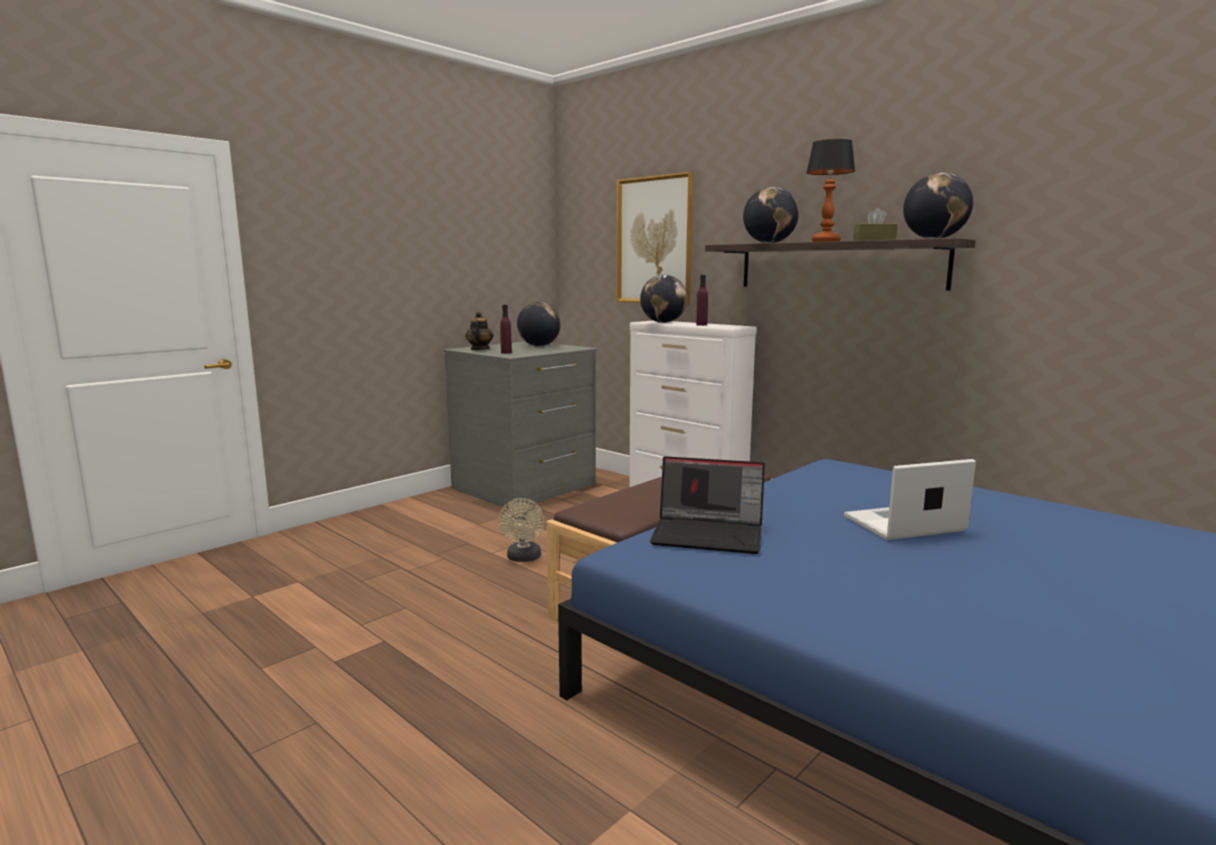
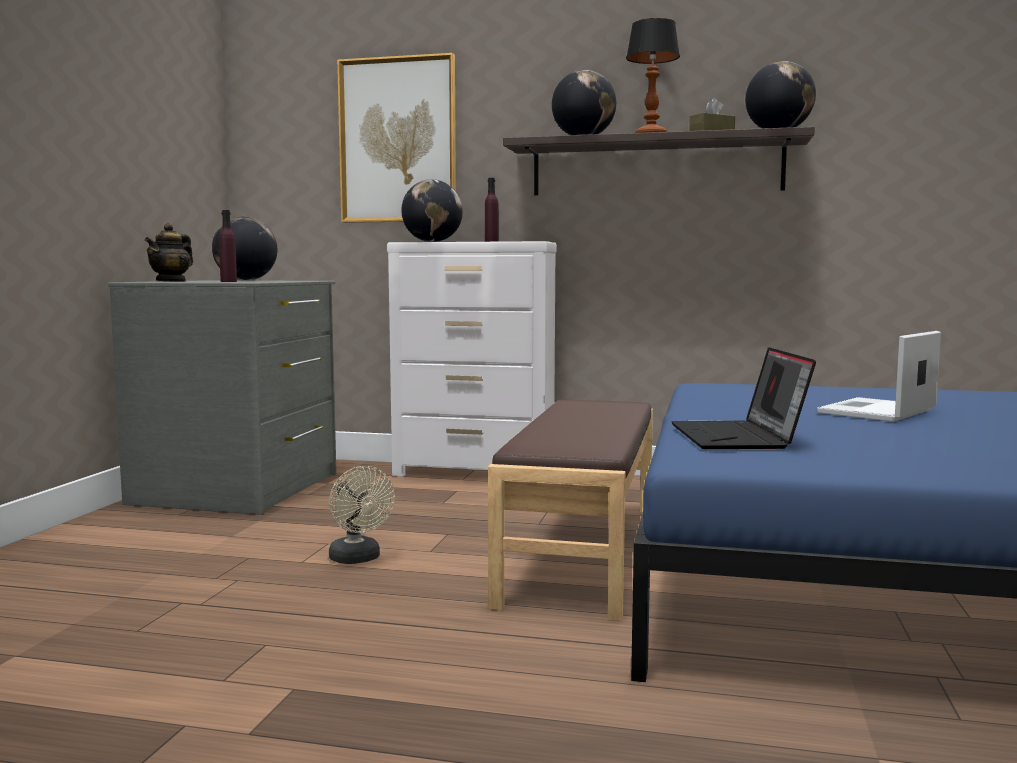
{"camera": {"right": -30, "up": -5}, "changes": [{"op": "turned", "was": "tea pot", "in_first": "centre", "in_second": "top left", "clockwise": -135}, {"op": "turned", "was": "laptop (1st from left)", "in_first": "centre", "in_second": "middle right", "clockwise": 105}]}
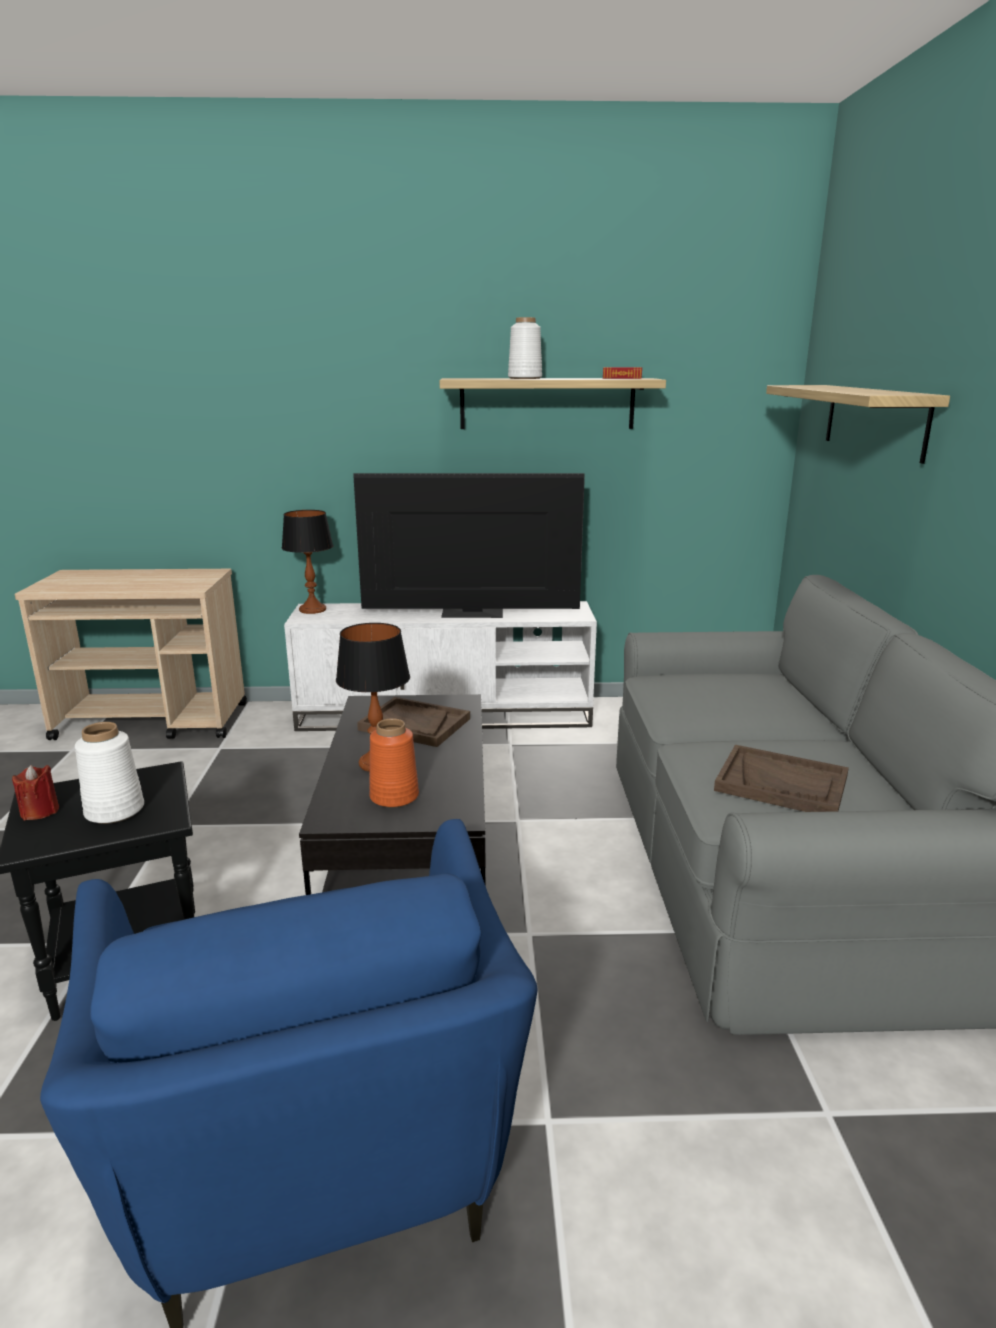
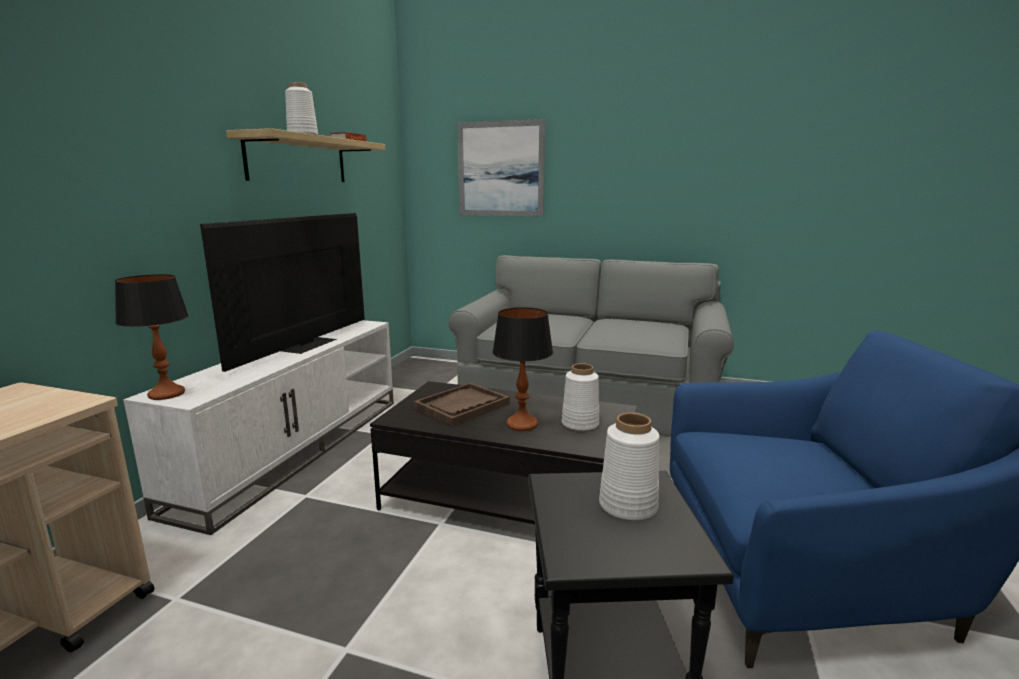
{"camera": {"right": -70, "up": -5}, "changes": [{"op": "replaced", "was": "wall shelf (2nd from left)", "now": "wall art", "in_first": "top right", "in_second": "top centre"}, {"op": "recoloured", "was": "orange vase", "now": "whitish vase (2nd from left)", "in_first": "centre", "in_second": "centre"}, {"op": "removed", "was": "red wax candle", "in_first": "middle left"}, {"op": "removed", "was": "brown carrying tray (2nd from left)", "in_first": "middle right"}]}
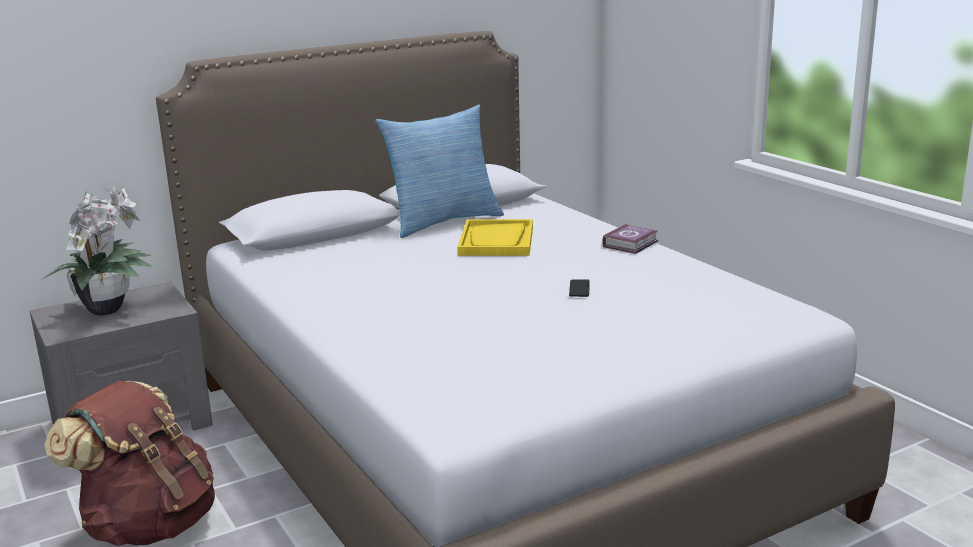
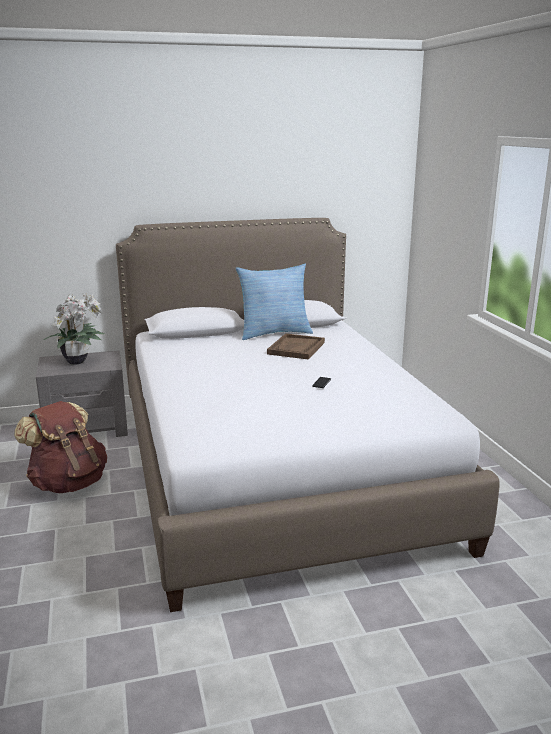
{"camera": {"right": 15, "up": 0}, "changes": [{"op": "recoloured", "was": "yellow carrying tray", "now": "brown carrying tray", "in_first": "centre", "in_second": "centre"}, {"op": "removed", "was": "bound book", "in_first": "centre"}]}
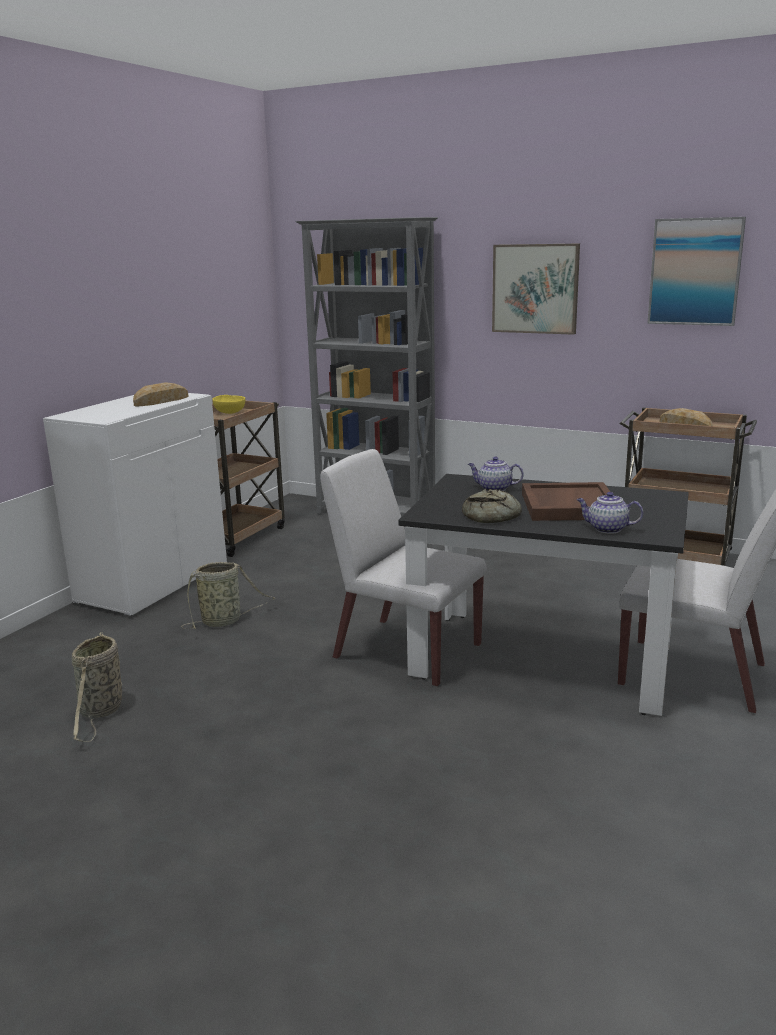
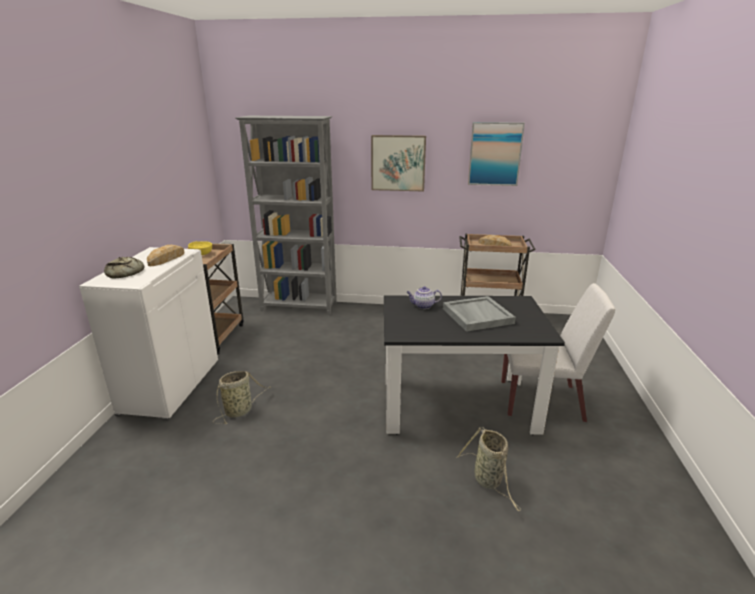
{"camera": {"right": -20, "up": 5}, "changes": [{"op": "moved", "was": "bread (2nd from left in the first image)", "now": "bread (1st from left)", "in_first": "centre", "in_second": "middle left"}, {"op": "recoloured", "was": "brown carrying tray", "now": "greyish carrying tray", "in_first": "middle right", "in_second": "centre"}, {"op": "moved", "was": "household basket (1st from left in the first image)", "now": "household basket (2nd from left)", "in_first": "middle left", "in_second": "bottom centre"}, {"op": "removed", "was": "whitish plain chair (1st from left)", "in_first": "centre"}, {"op": "removed", "was": "tea pot (2nd from left)", "in_first": "middle right"}]}
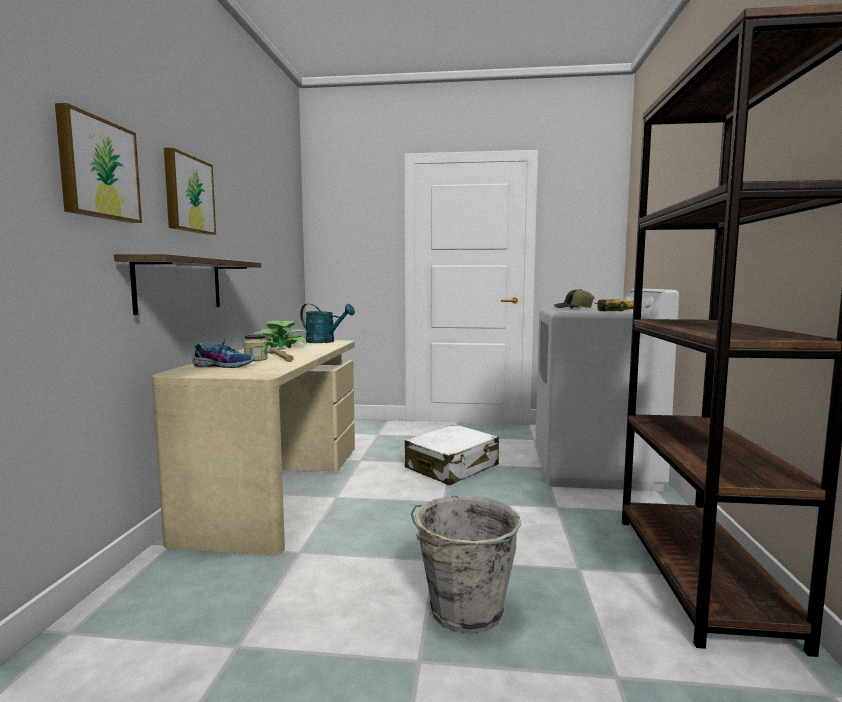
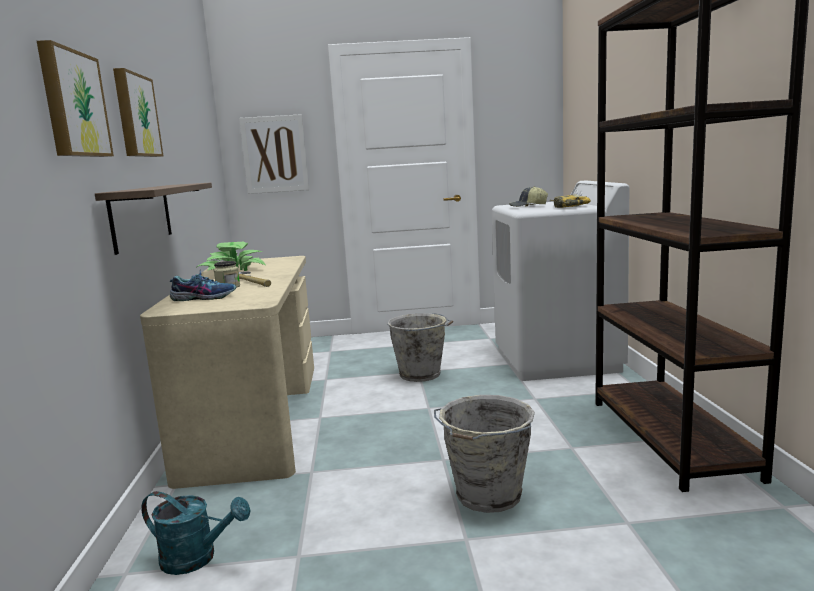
{"camera": {"right": -10, "up": 5}, "changes": [{"op": "moved", "was": "turquoise-coloured watering can", "in_first": "centre", "in_second": "bottom left"}, {"op": "added", "now": "wall art (3rd from left)", "in_second": "top centre"}, {"op": "replaced", "was": "whitish travel case", "now": "greyish water bucket (1st from left)", "in_first": "centre", "in_second": "centre"}]}
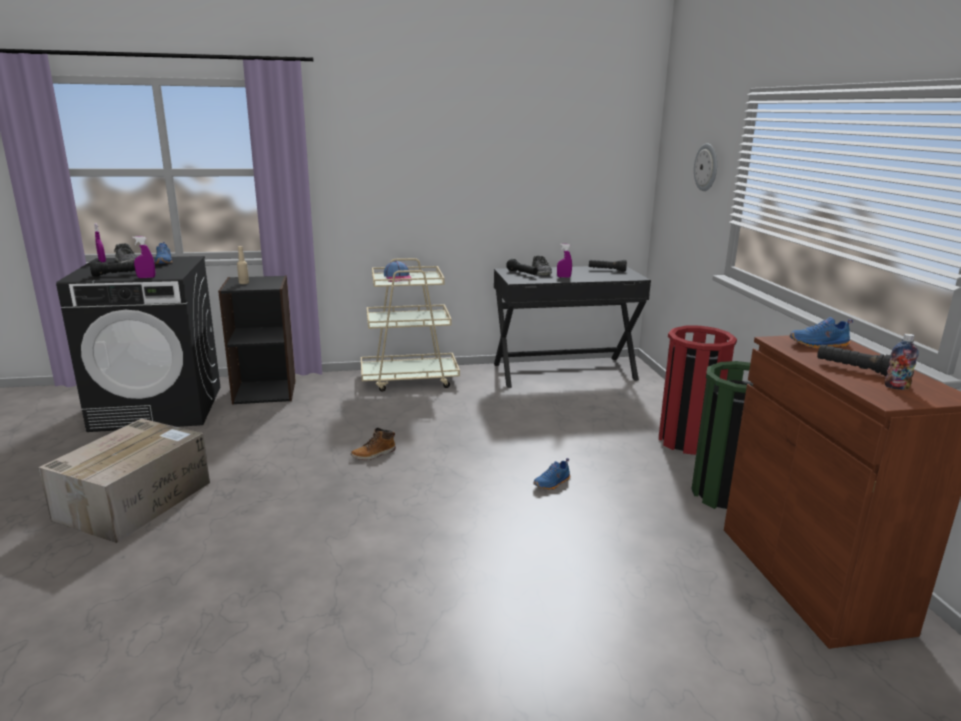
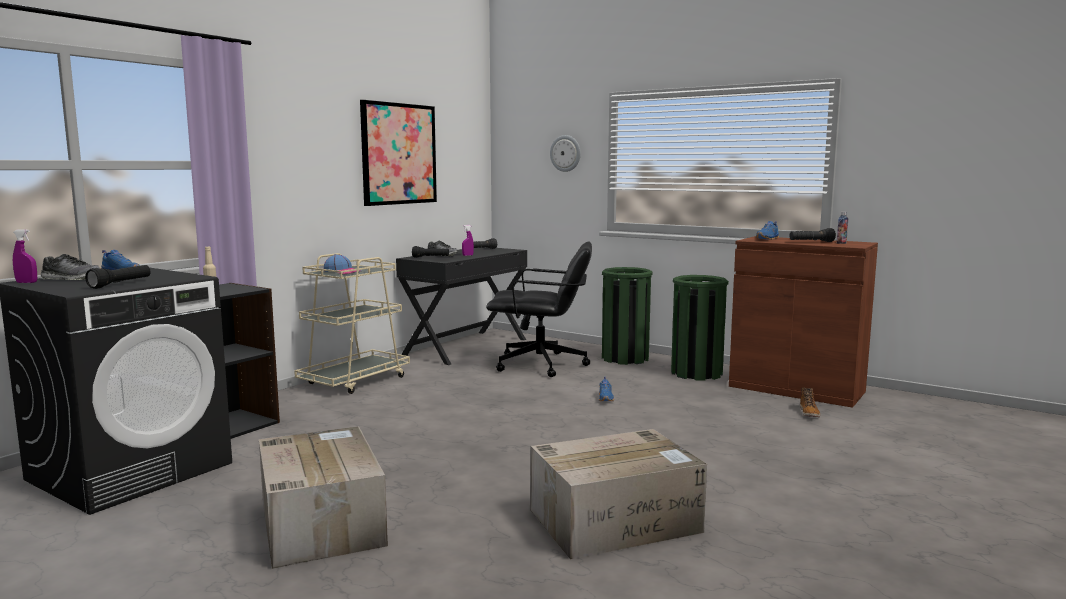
{"camera": {"right": -45, "up": -10}, "changes": [{"op": "added", "now": "wall art", "in_second": "top centre"}, {"op": "added", "now": "blackish office chair", "in_second": "centre"}, {"op": "added", "now": "carton (2nd from left)", "in_second": "bottom centre"}, {"op": "recoloured", "was": "red trash can", "now": "greenish trash can (1st from left)", "in_first": "middle right", "in_second": "centre"}, {"op": "moved", "was": "tall boot", "in_first": "centre", "in_second": "bottom right"}, {"op": "removed", "was": "purple-coloured hand sprayer (2nd from left)", "in_first": "middle left"}]}
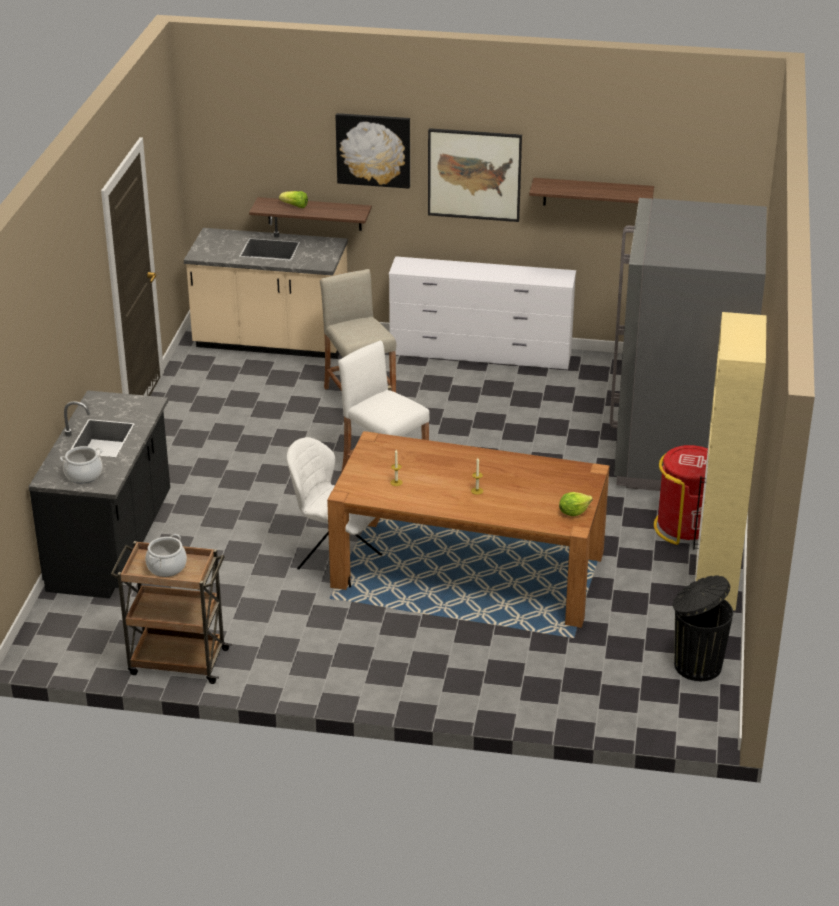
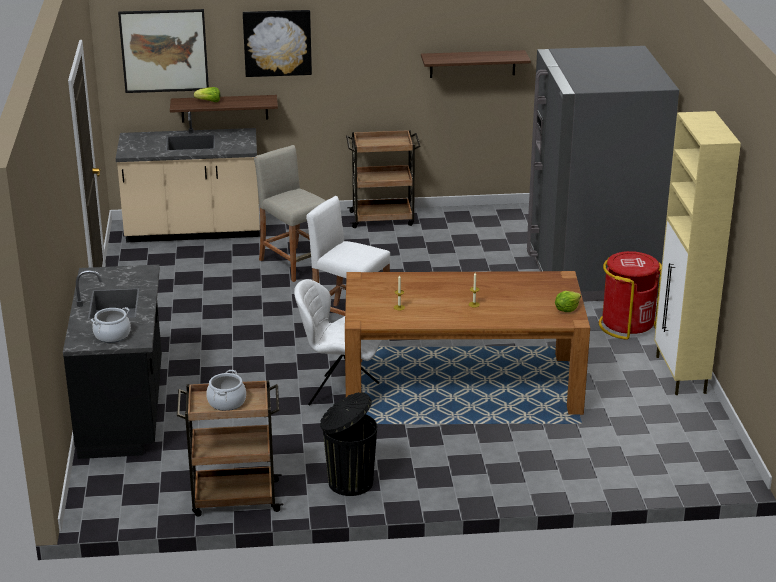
{"camera": {"right": -15, "up": -5}, "changes": [{"op": "moved", "was": "wall art (2nd from left in the first image)", "now": "wall art (1st from left)", "in_first": "top centre", "in_second": "top left"}, {"op": "moved", "was": "blackish trash can", "in_first": "bottom right", "in_second": "bottom centre"}, {"op": "replaced", "was": "whitish chest of drawers", "now": "brown trolley (2nd from left)", "in_first": "centre", "in_second": "top centre"}]}
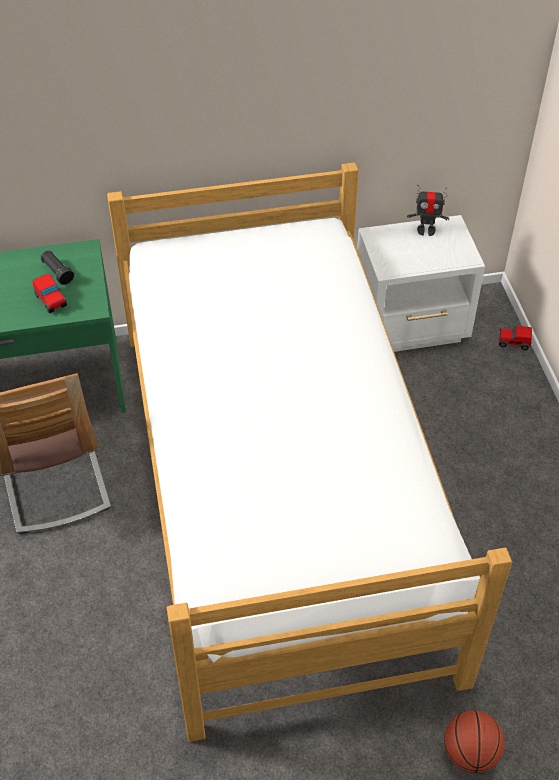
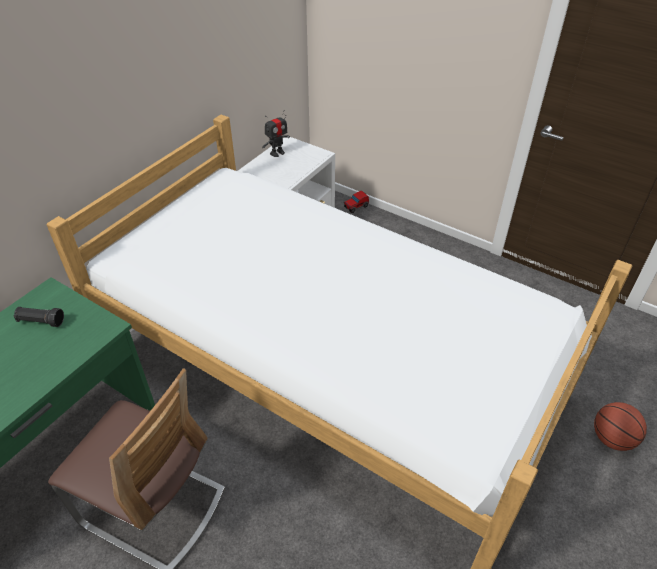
{"camera": {"right": -45, "up": -5}, "changes": [{"op": "removed", "was": "miniature car (1st from left)", "in_first": "middle left"}]}
